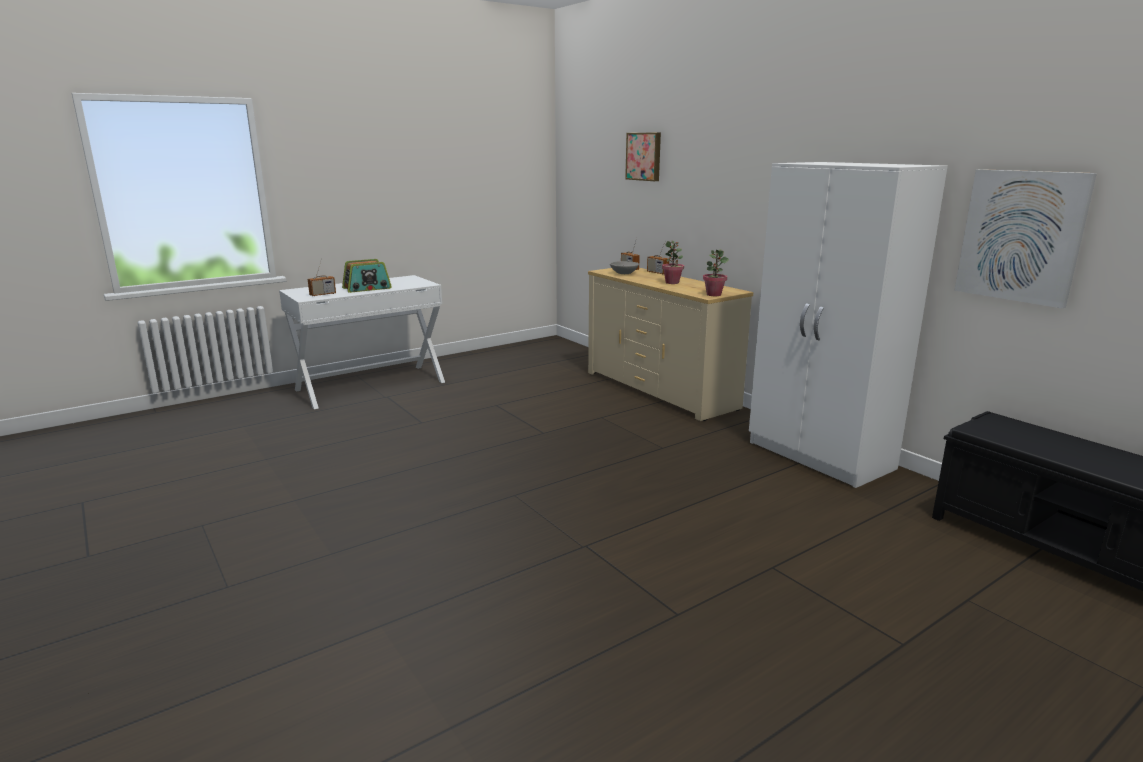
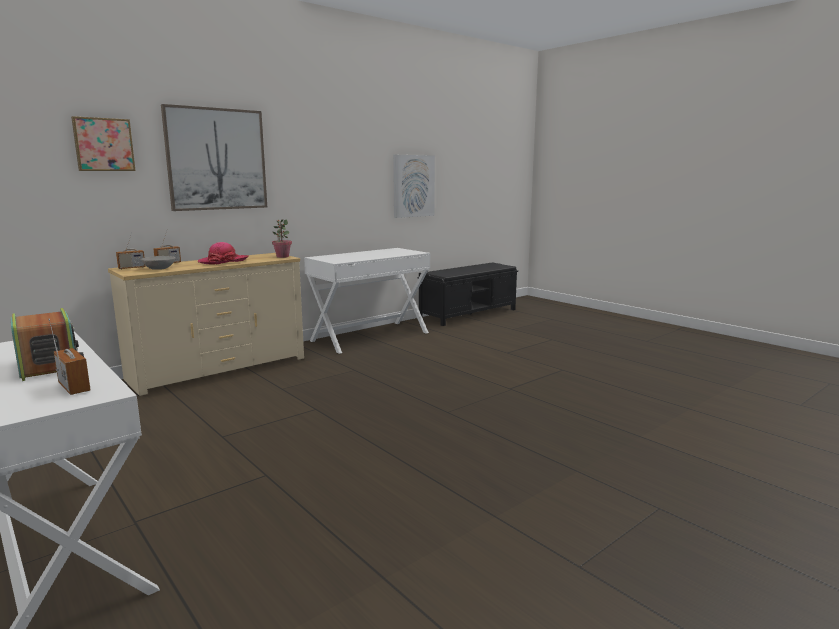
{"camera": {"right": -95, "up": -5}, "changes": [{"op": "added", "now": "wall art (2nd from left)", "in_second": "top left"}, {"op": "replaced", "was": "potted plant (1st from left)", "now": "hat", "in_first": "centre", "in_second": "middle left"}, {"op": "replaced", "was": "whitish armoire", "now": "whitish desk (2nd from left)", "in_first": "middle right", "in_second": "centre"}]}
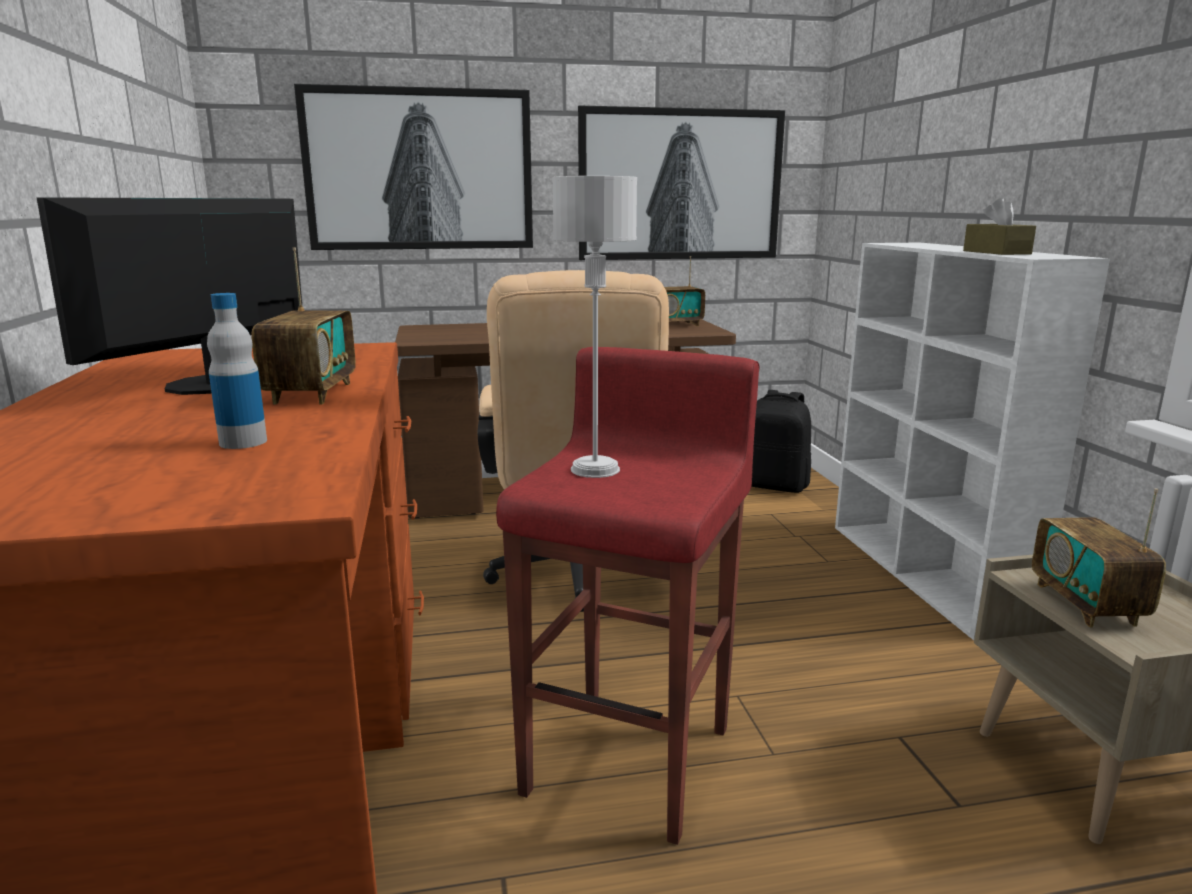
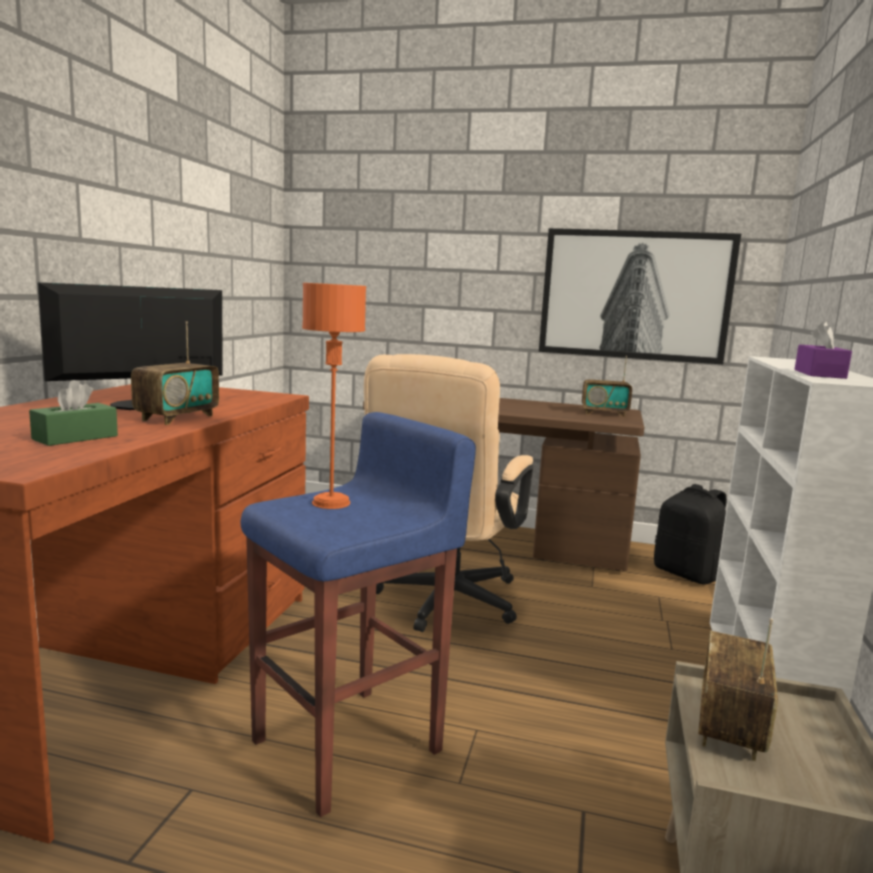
{"camera": {"right": 25, "up": -5}, "changes": [{"op": "replaced", "was": "bottle", "now": "greenish tissue box", "in_first": "middle left", "in_second": "middle left"}, {"op": "recoloured", "was": "red stool", "now": "bluish stool", "in_first": "bottom centre", "in_second": "bottom centre"}, {"op": "recoloured", "was": "greyish tabletop lamp", "now": "orange tabletop lamp", "in_first": "centre", "in_second": "centre"}, {"op": "recoloured", "was": "brown tissue box", "now": "purple-coloured tissue box", "in_first": "top right", "in_second": "middle right"}, {"op": "removed", "was": "wall art (1st from left)", "in_first": "top centre"}]}
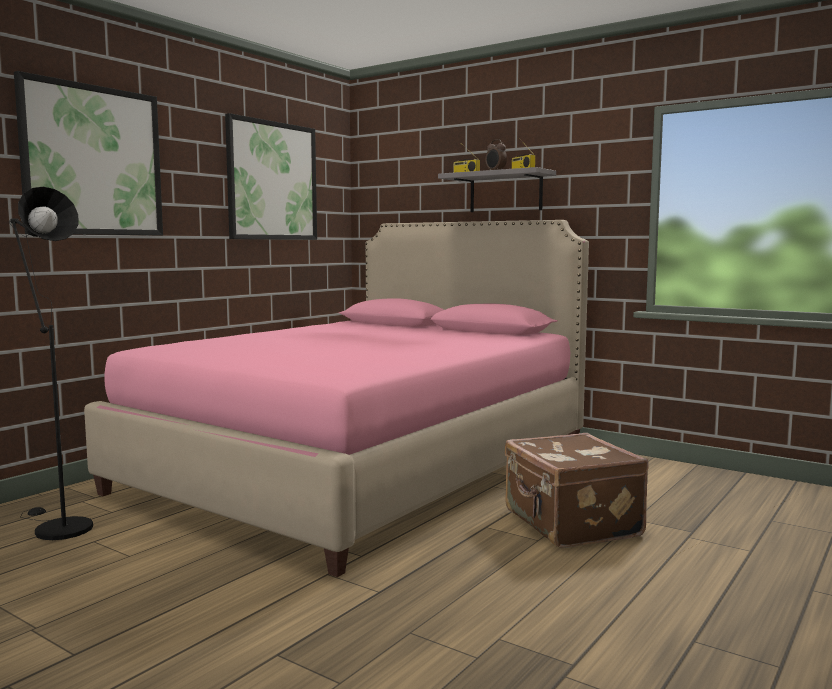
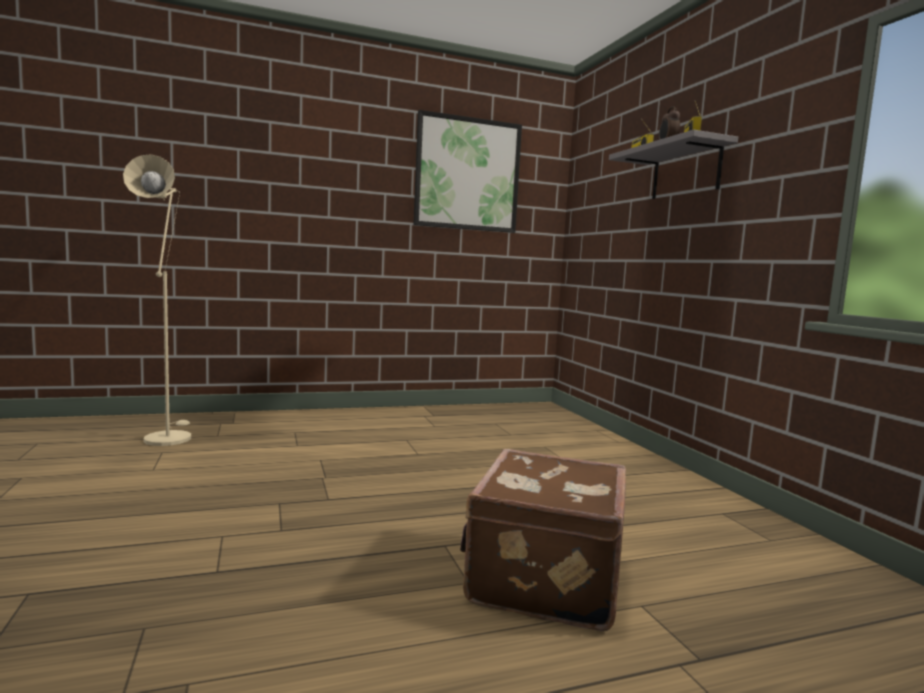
{"camera": {"right": 35, "up": 0}, "changes": [{"op": "recoloured", "was": "blackish floor lamp", "now": "sand-coloured floor lamp", "in_first": "middle left", "in_second": "middle left"}, {"op": "removed", "was": "wall art (1st from left)", "in_first": "top left"}, {"op": "removed", "was": "pink bed", "in_first": "centre"}]}
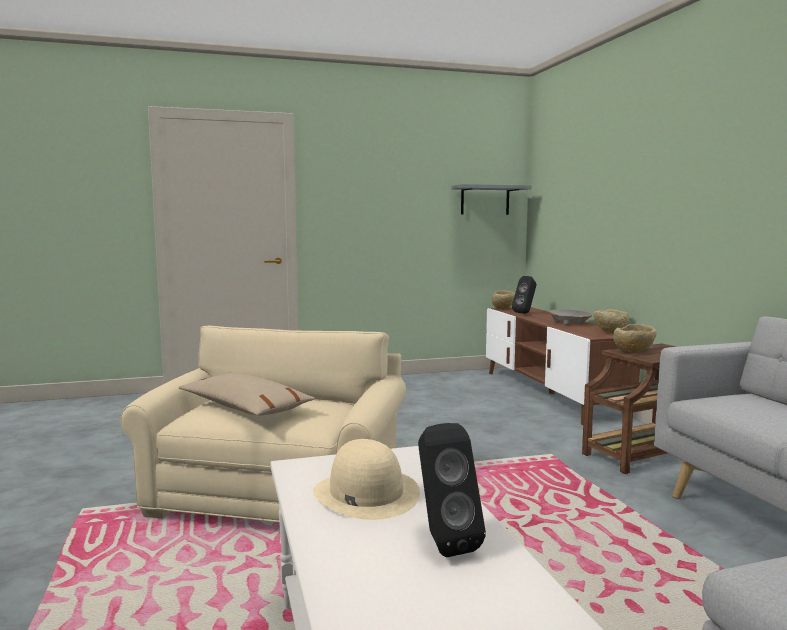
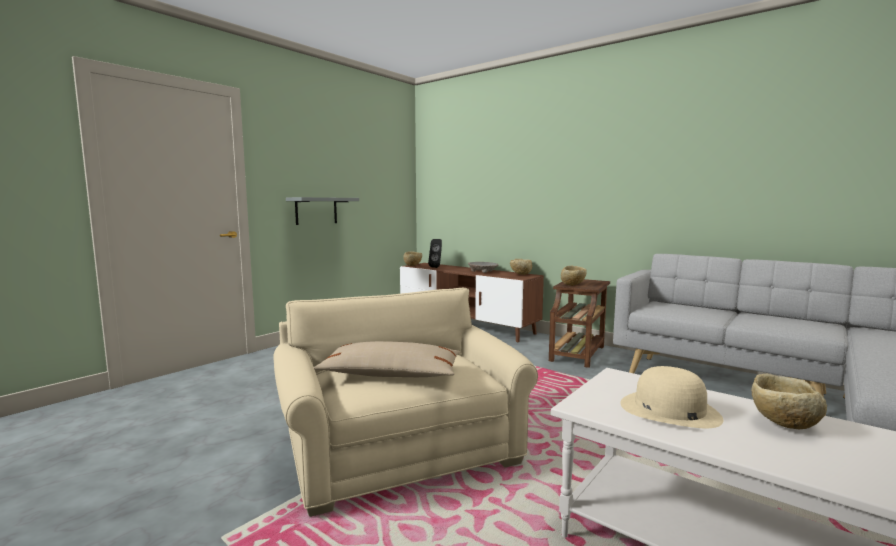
{"camera": {"right": -35, "up": 0}, "changes": [{"op": "moved", "was": "greyish wall shelf", "in_first": "top centre", "in_second": "centre"}, {"op": "replaced", "was": "blackish speaker (1st from left)", "now": "sand-coloured bowl (5th from left)", "in_first": "bottom centre", "in_second": "bottom right"}]}
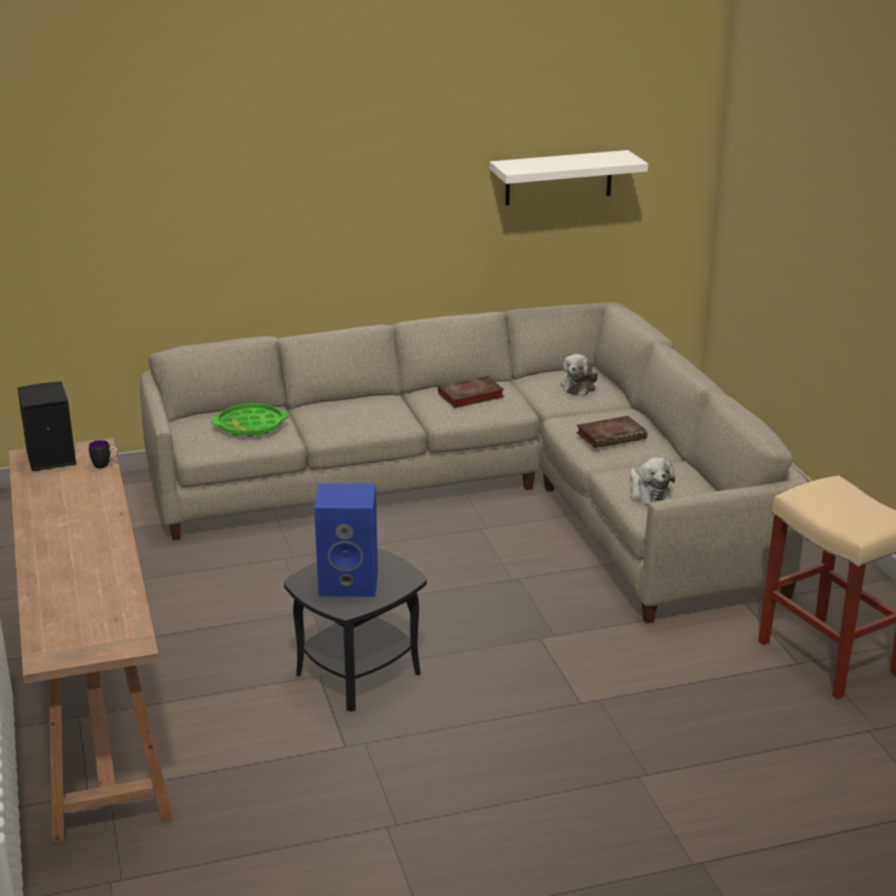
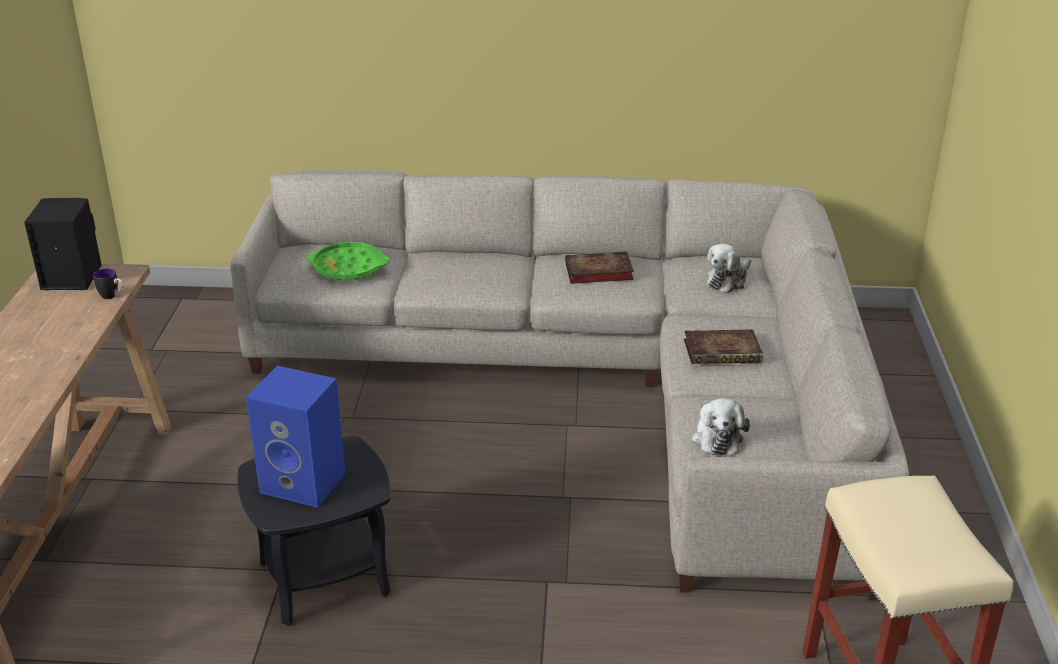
{"camera": {"right": 20, "up": 5}, "changes": [{"op": "removed", "was": "whitish wall shelf", "in_first": "top centre"}]}
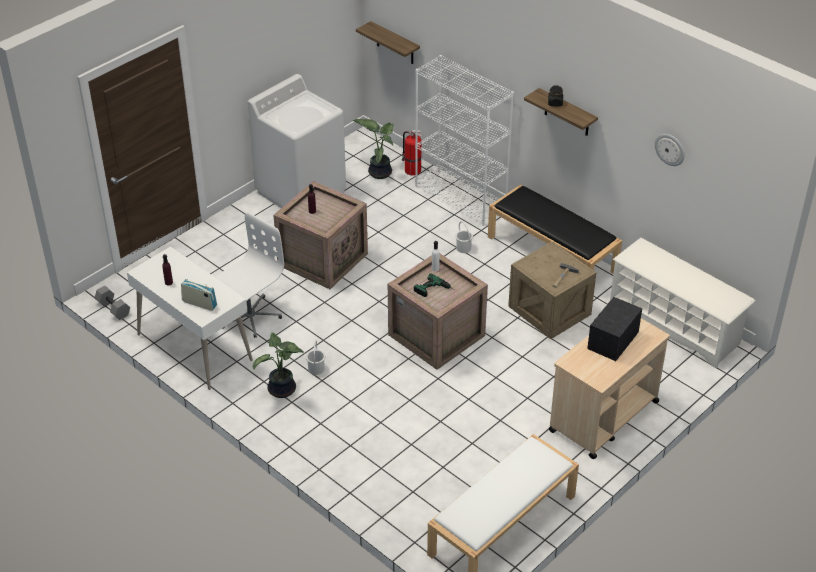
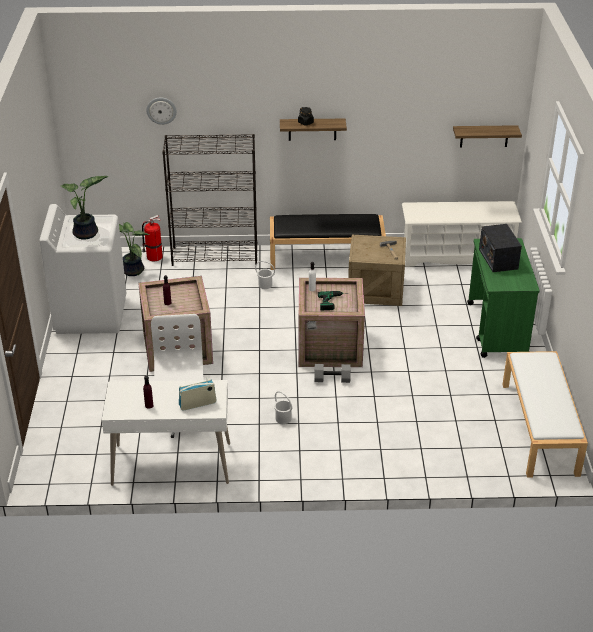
{"camera": {"right": -45, "up": -5}, "changes": [{"op": "moved", "was": "potted plant (1st from left)", "in_first": "centre", "in_second": "top left"}, {"op": "moved", "was": "clock on the wall", "in_first": "top right", "in_second": "top left"}, {"op": "recoloured", "was": "whitish bookcase", "now": "blackish bookcase", "in_first": "top centre", "in_second": "top centre"}, {"op": "moved", "was": "greyish hand weight", "in_first": "middle left", "in_second": "centre"}, {"op": "moved", "was": "wall shelf (1st from left in the first image)", "now": "wall shelf (2nd from left)", "in_first": "top centre", "in_second": "top right"}, {"op": "recoloured", "was": "sand-coloured trolley", "now": "greenish trolley", "in_first": "bottom right", "in_second": "middle right"}]}
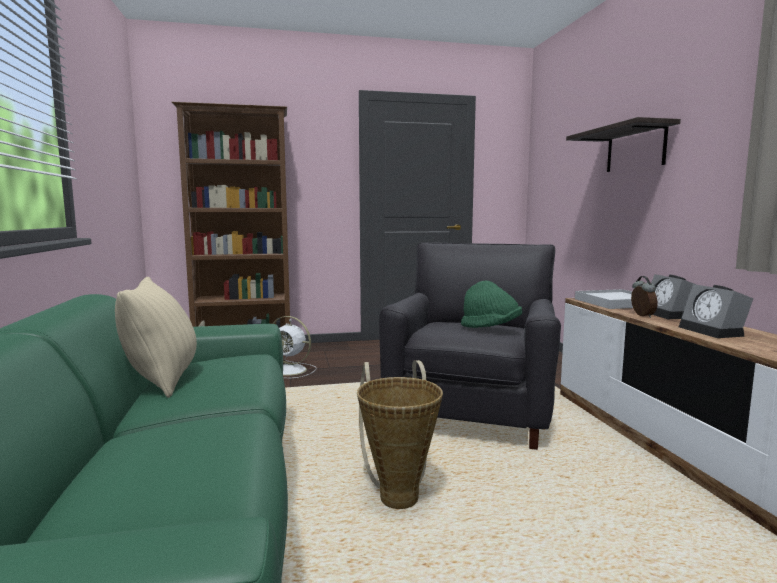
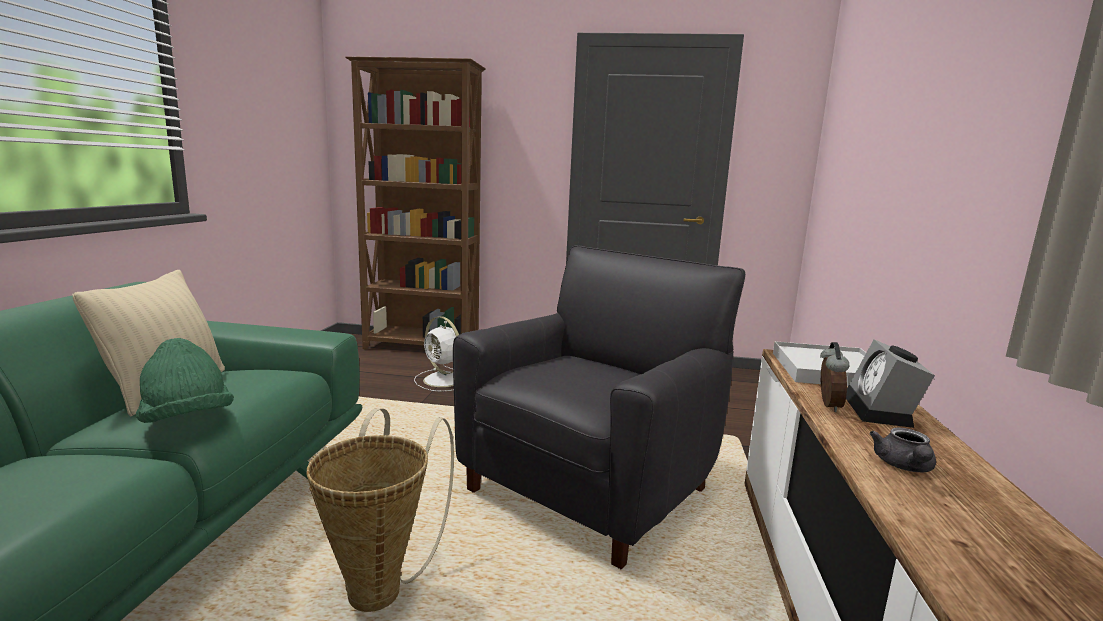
{"camera": {"right": 20, "up": 5}, "changes": [{"op": "moved", "was": "greenish hat", "in_first": "centre", "in_second": "middle left"}, {"op": "replaced", "was": "alarm clock (3rd from left)", "now": "greyish tea pot", "in_first": "middle right", "in_second": "bottom right"}, {"op": "removed", "was": "wall shelf", "in_first": "top right"}]}
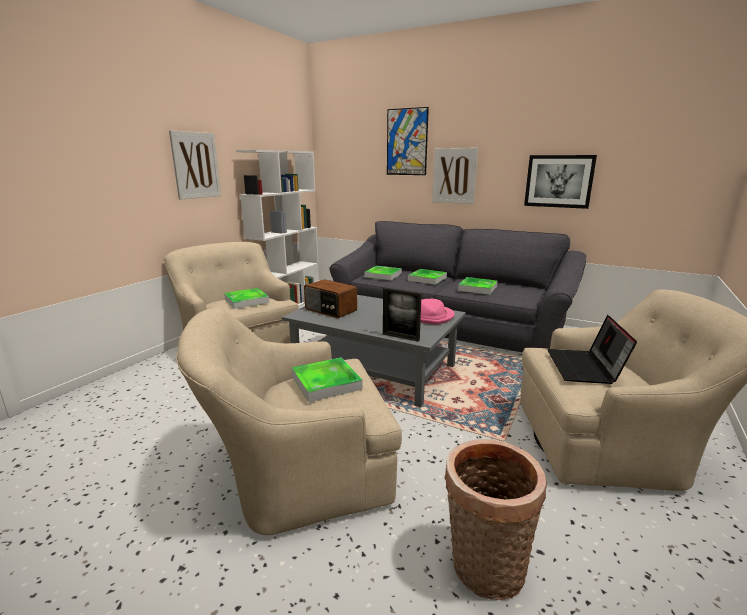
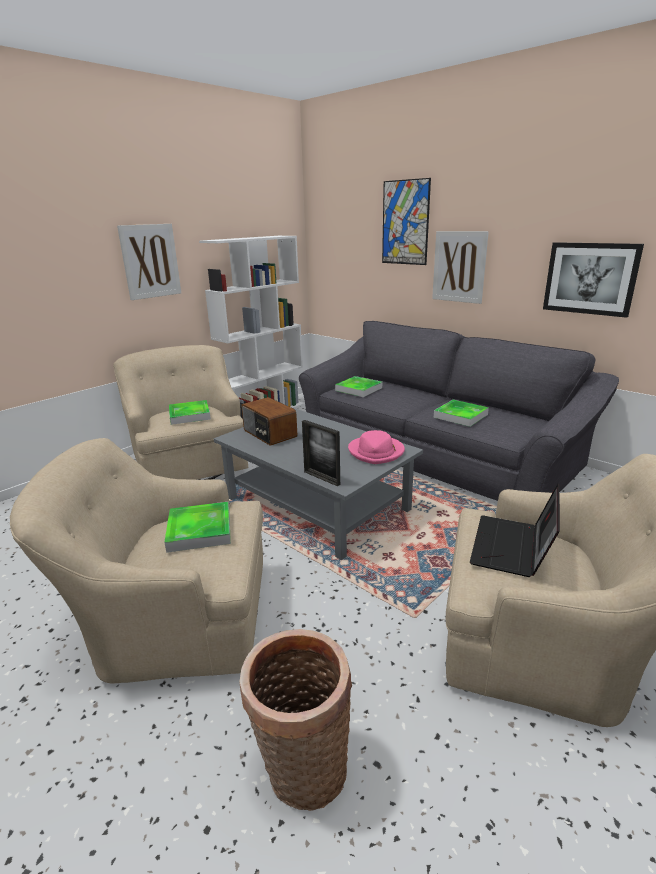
{"camera": {"right": 15, "up": 5}, "changes": [{"op": "removed", "was": "carrying tray (4th from left)", "in_first": "centre"}]}
